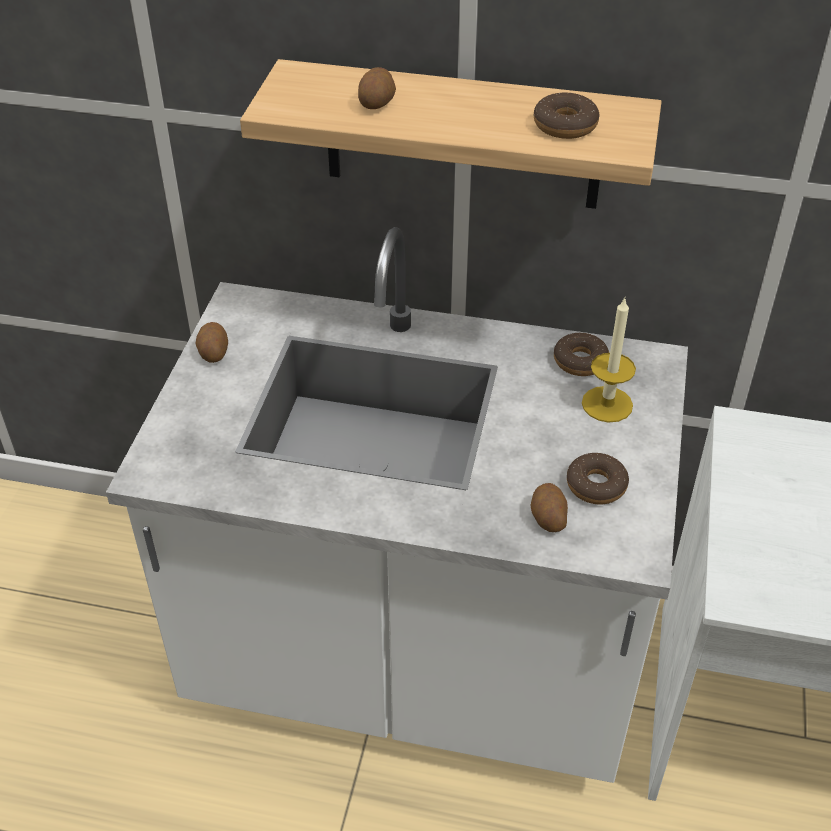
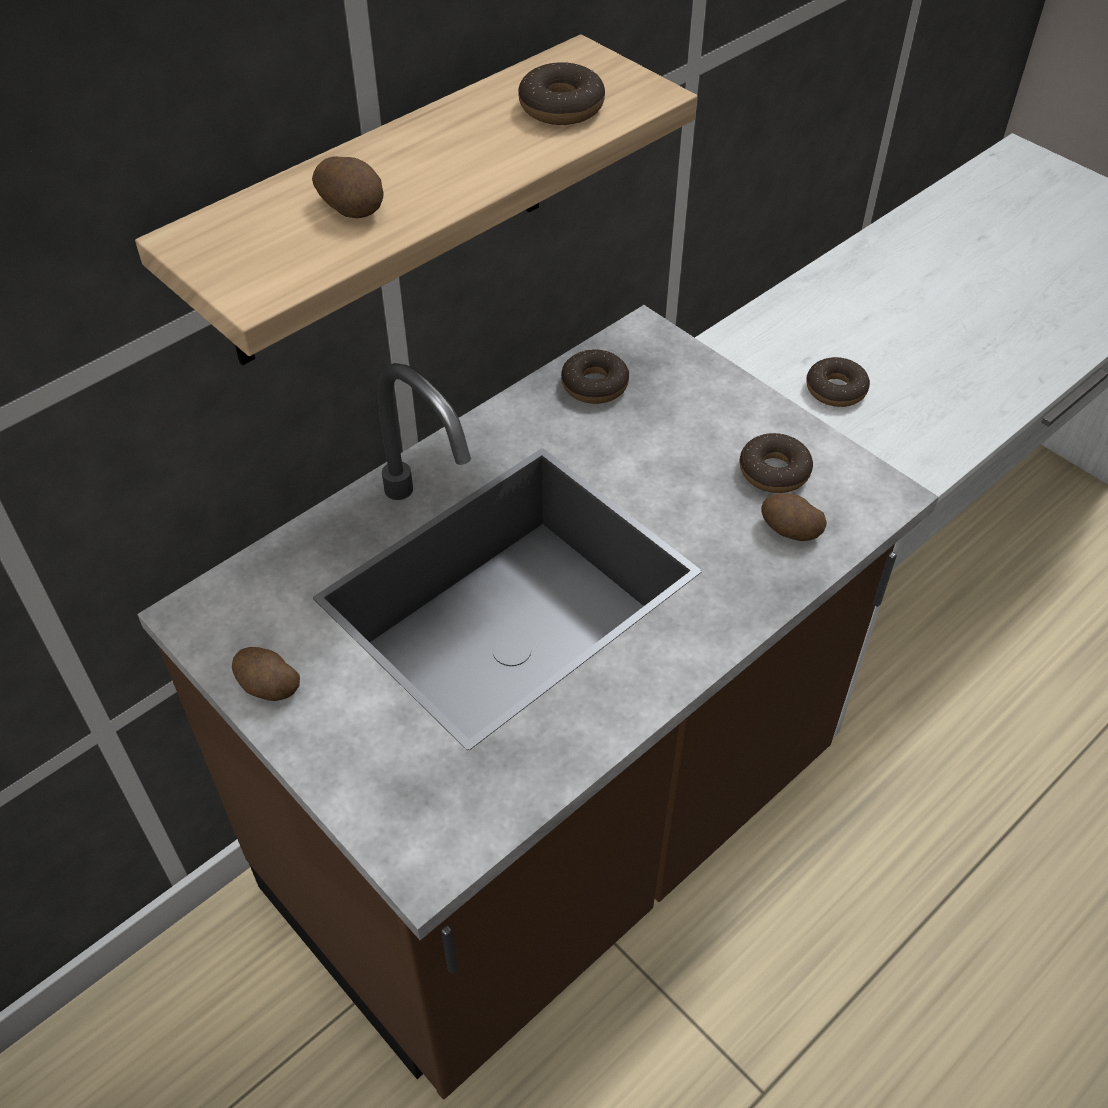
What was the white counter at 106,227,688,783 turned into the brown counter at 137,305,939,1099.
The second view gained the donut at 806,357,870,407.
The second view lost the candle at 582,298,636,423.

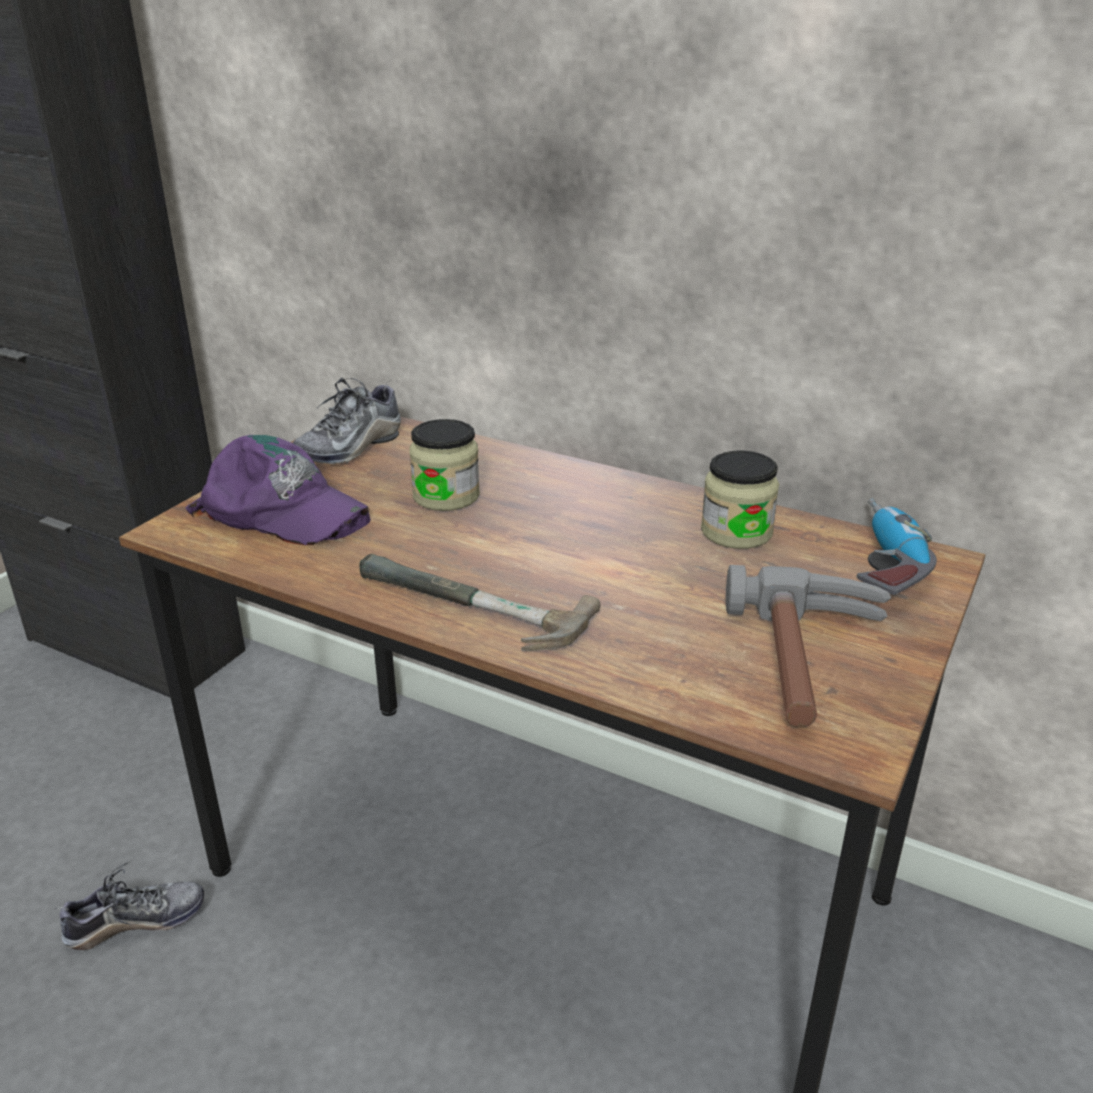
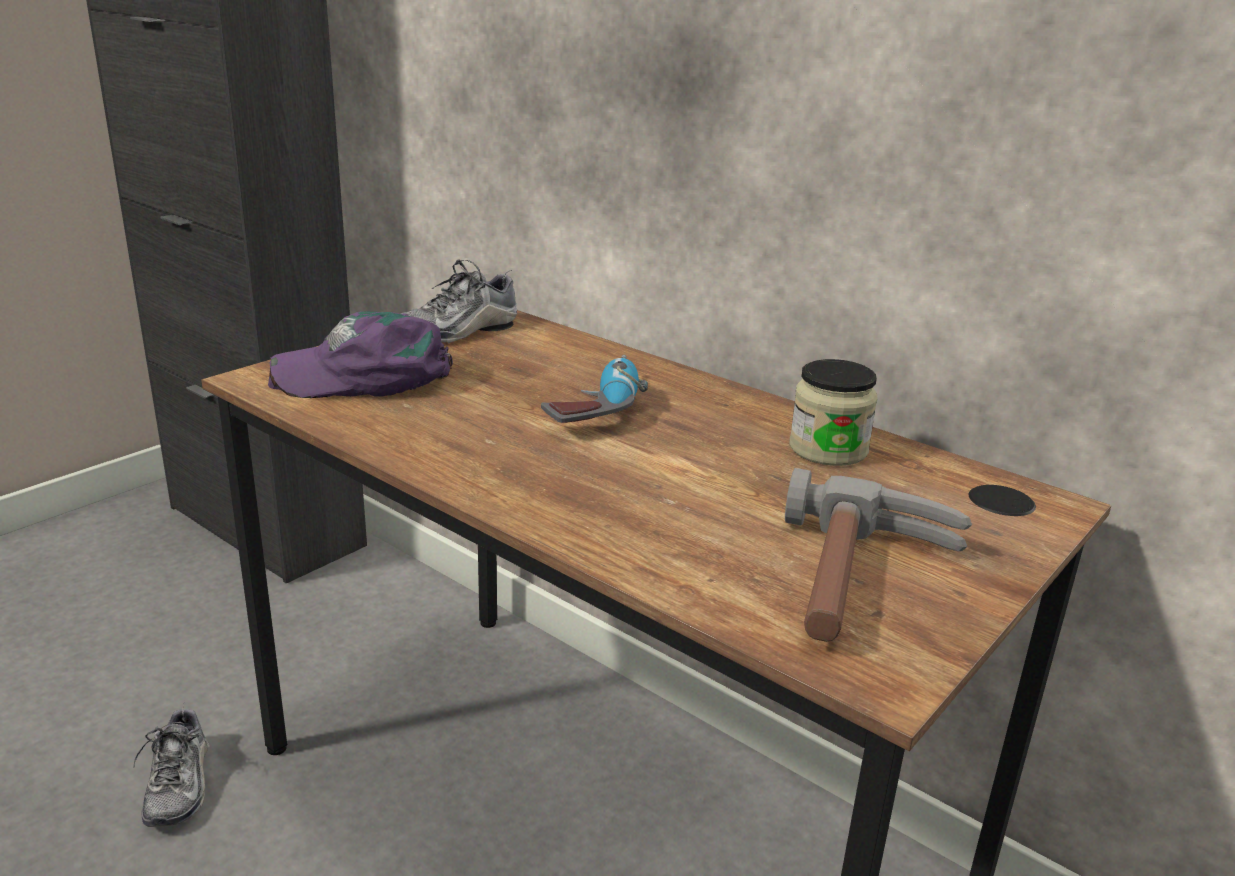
The shoe at 55,861,204,950 ended up facing another way, 90 degrees clockwise from before.
The purple cap at 186,435,371,545 ended up facing another way, 135 degrees clockwise from before.
The power drill ended up elsewhere, having gone from 857,498,937,595 to 541,355,648,423.
The second view lost the hammer at 359,554,600,651.
The second view lost the jar at 409,419,480,511.

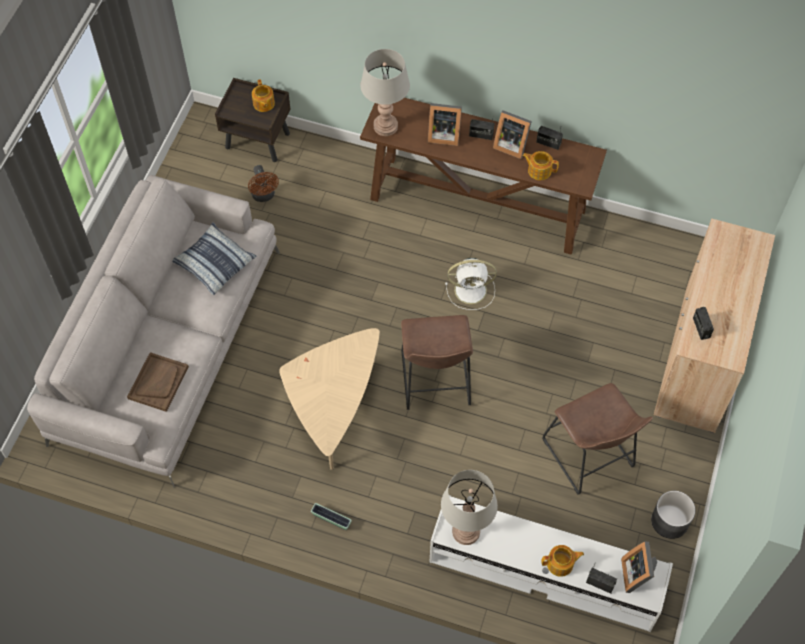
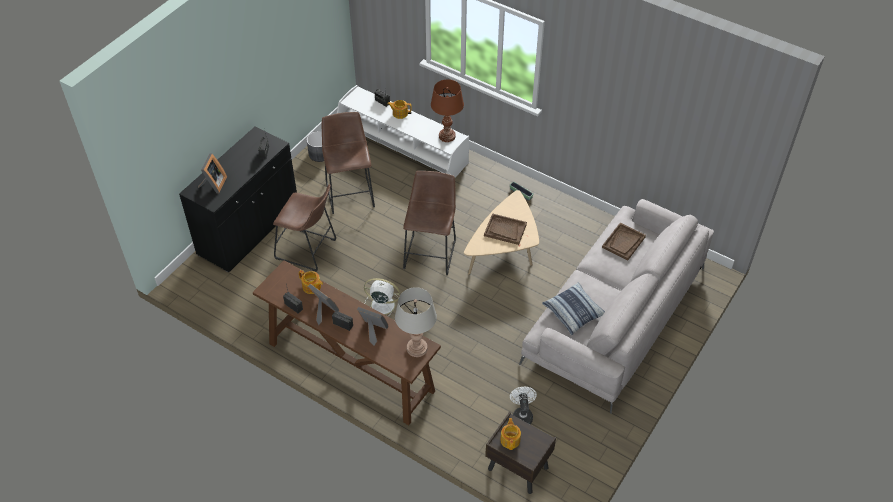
What was the beige cabinet at 654,218,775,433 turned into the black cabinet at 179,127,297,272.
The picture frame ended up elsewhere, having gone from 621,541,657,593 to 198,153,227,193.
The second view gained the brown stool at 273,184,336,272.
What was the grey table lamp at 441,470,498,545 turned into the brown table lamp at 431,79,464,142.
The second view gained the brown tray at 484,213,527,245.
What was the brown fan at 248,165,279,202 turned into the white fan at 510,387,537,424.

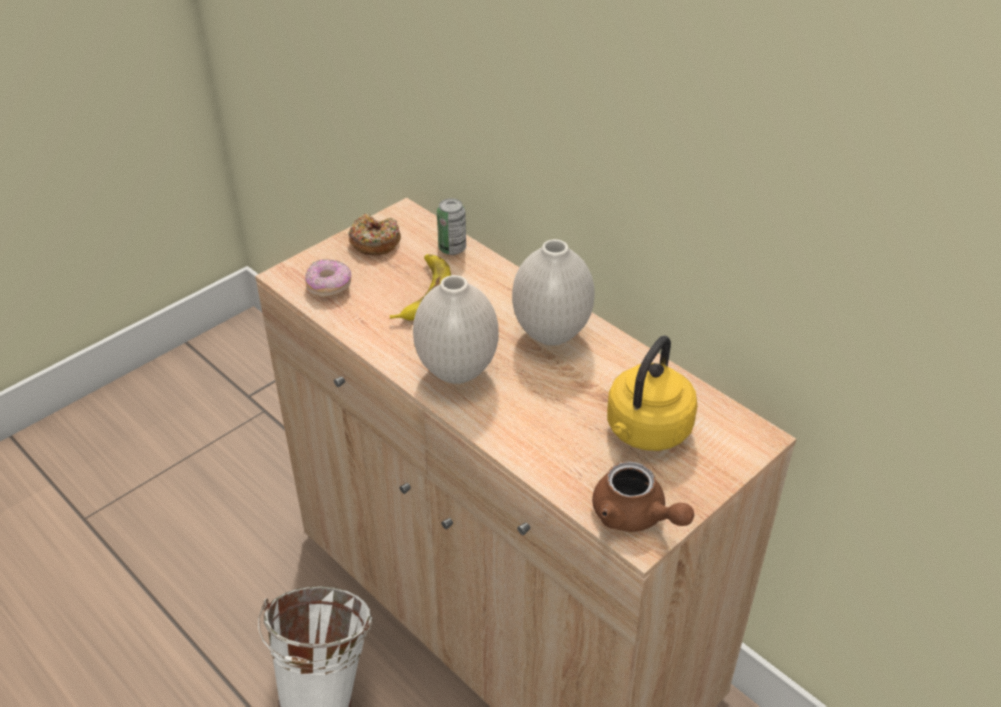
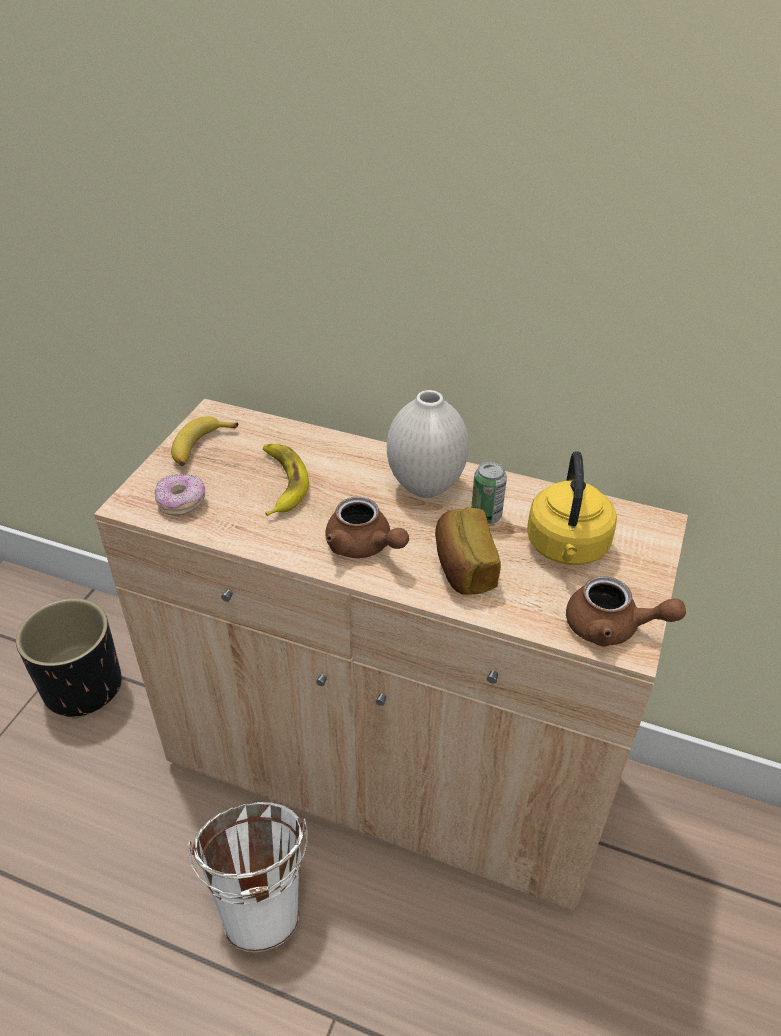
The second view gained the black planter at 16,598,122,719.
Where the donut stood at 348,214,401,255, the banana came to stand at 171,416,238,466.
Where the white vase stood at 413,275,499,384, the brown teapot came to stand at 325,497,409,558.
The second view gained the bread at 435,507,501,595.
The can ended up elsewhere, having gone from 437,198,466,255 to 471,461,507,524.

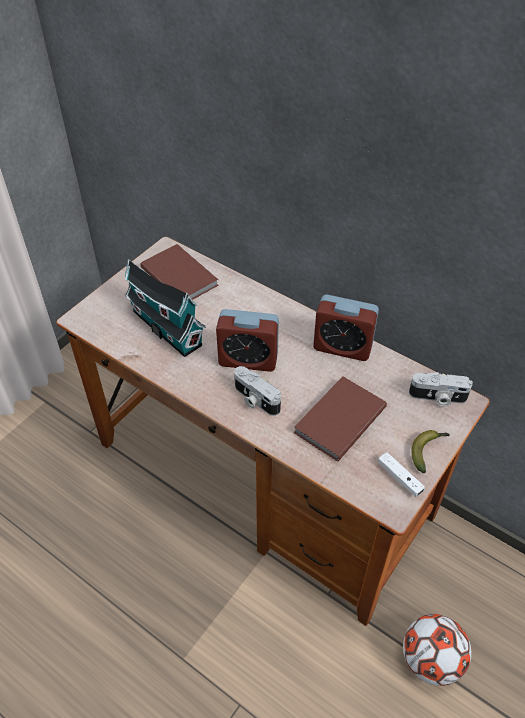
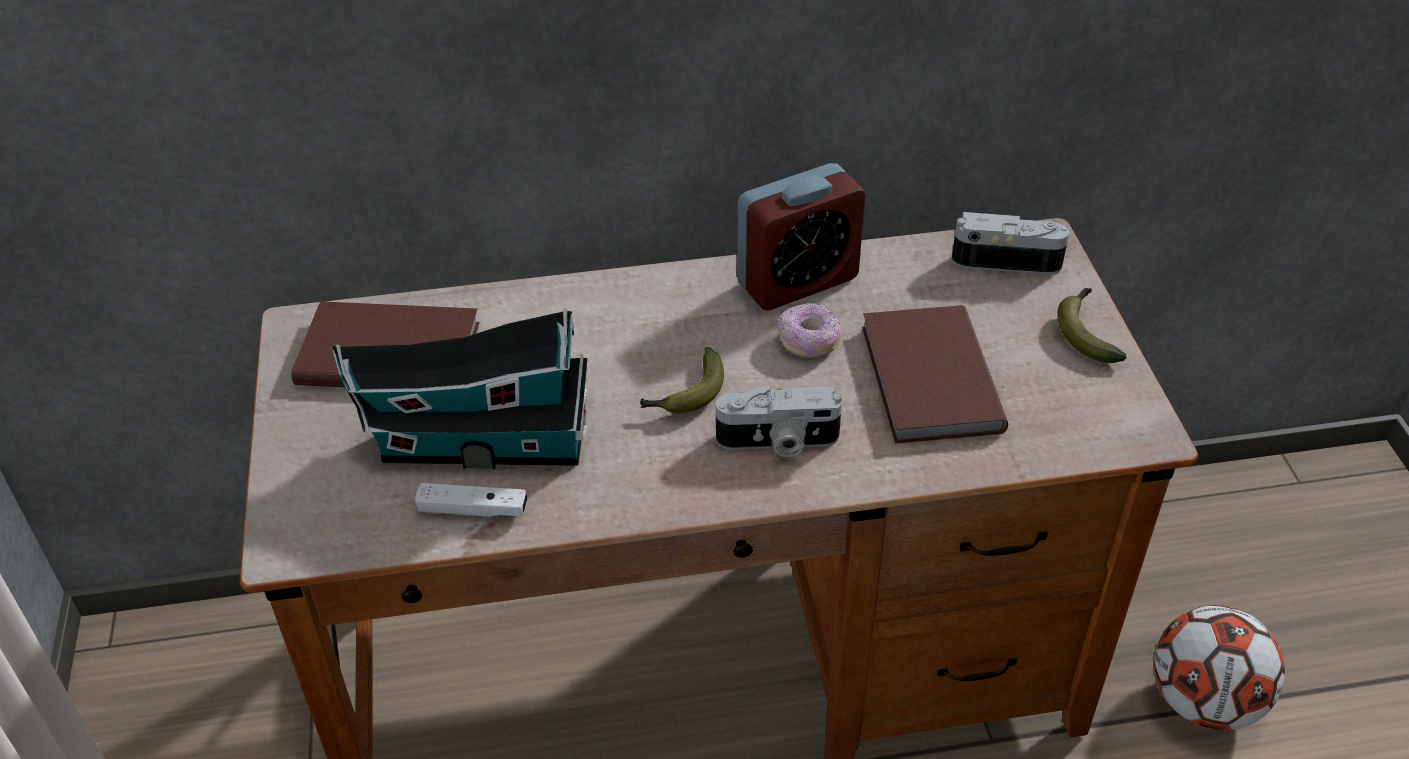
The white game controller ended up elsewhere, having gone from 378,452,425,497 to 415,483,527,517.
Where the alarm clock stood at 216,309,279,372, the banana came to stand at 640,347,724,413.
The second view gained the donut at 778,303,841,358.
The photo camera at 409,372,473,406 ended up facing another way, 135 degrees counterclockwise from before.

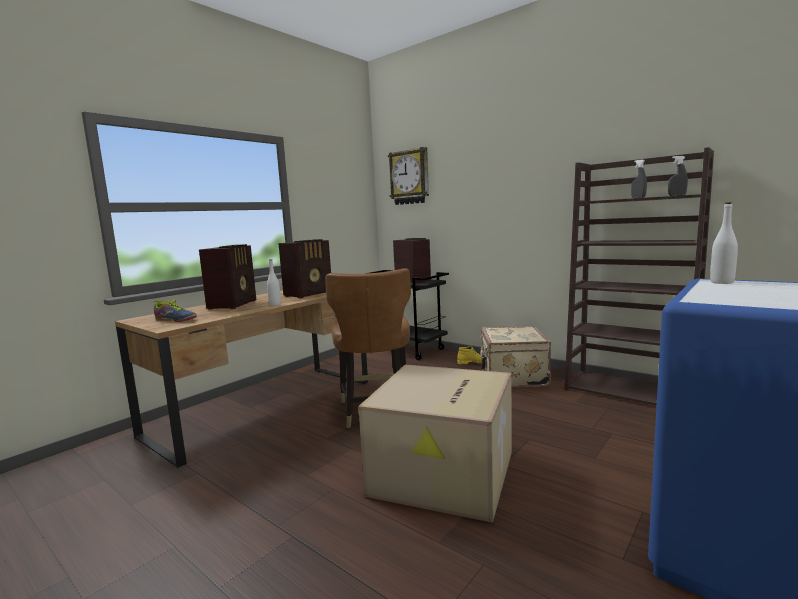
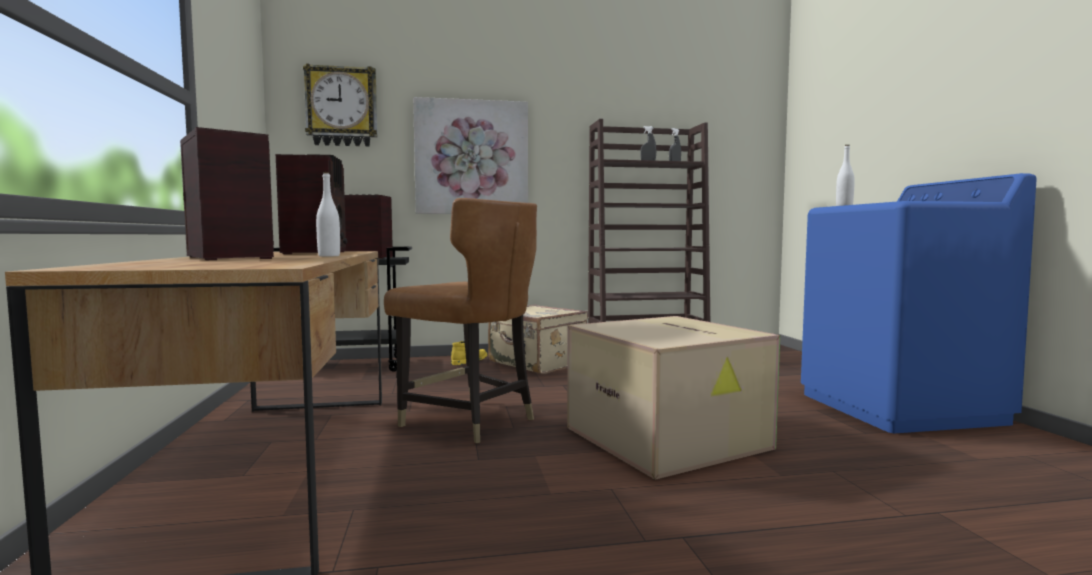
The second view gained the picture at 413,97,528,214.
The second view lost the shoe at 153,299,197,322.

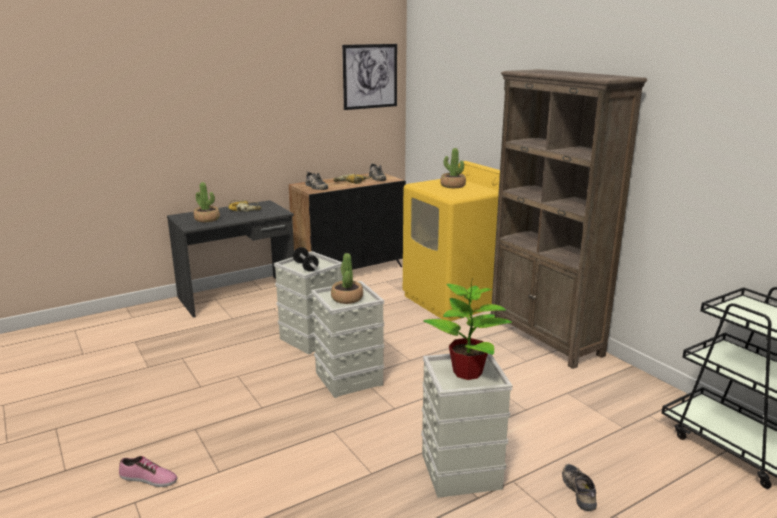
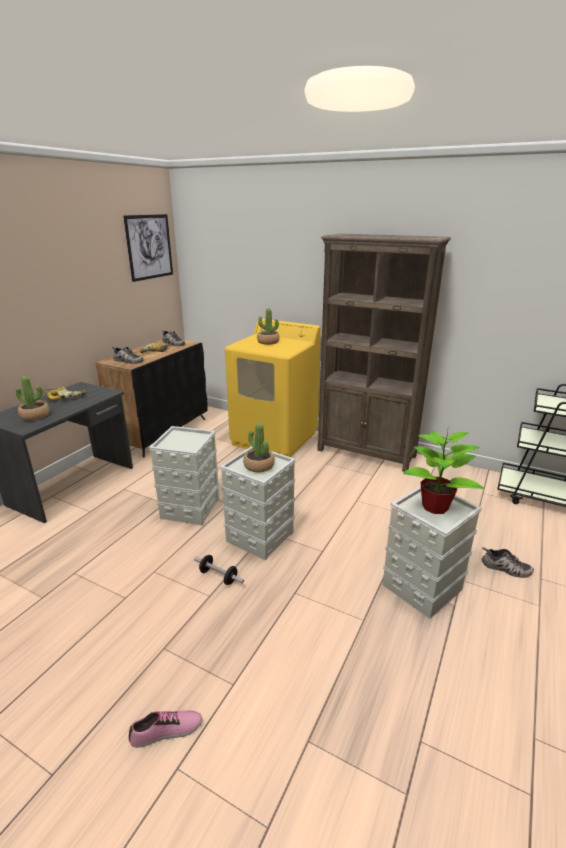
The dumbbell ended up elsewhere, having gone from 293,247,319,272 to 194,555,244,585.
The shoe at 562,464,597,511 ended up facing another way, 150 degrees clockwise from before.

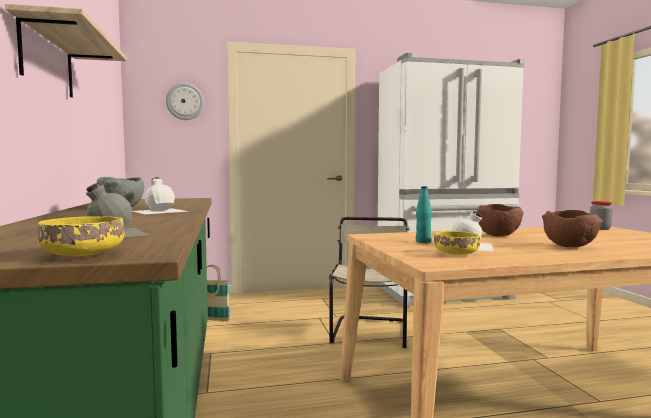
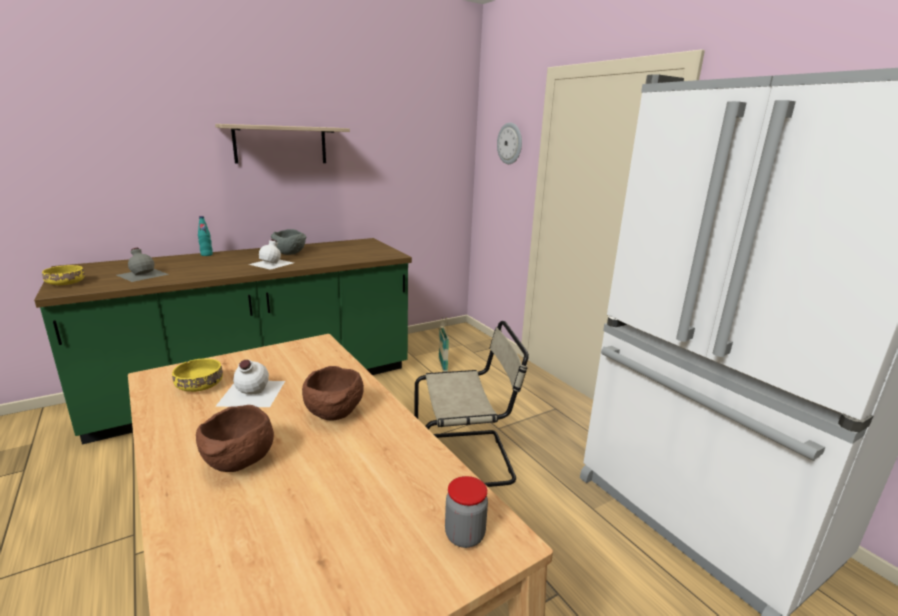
The turquoise bottle ended up elsewhere, having gone from 416,186,432,243 to 198,216,213,256.

